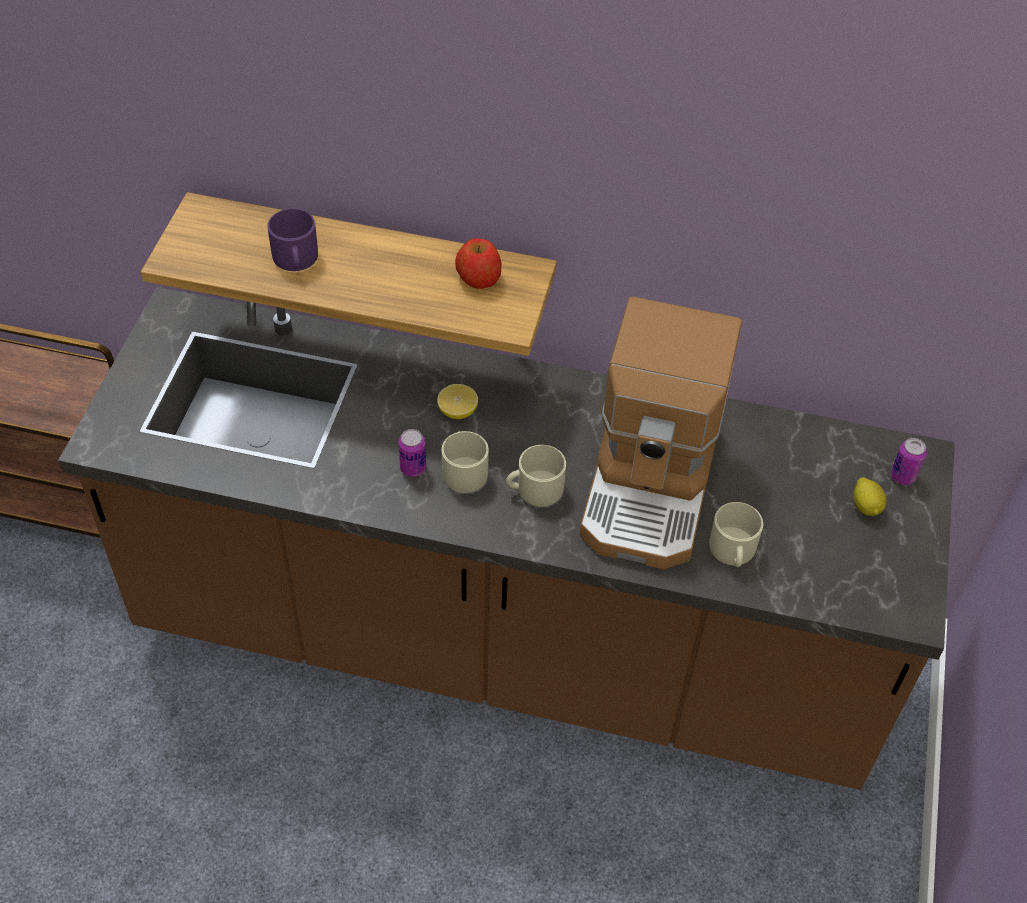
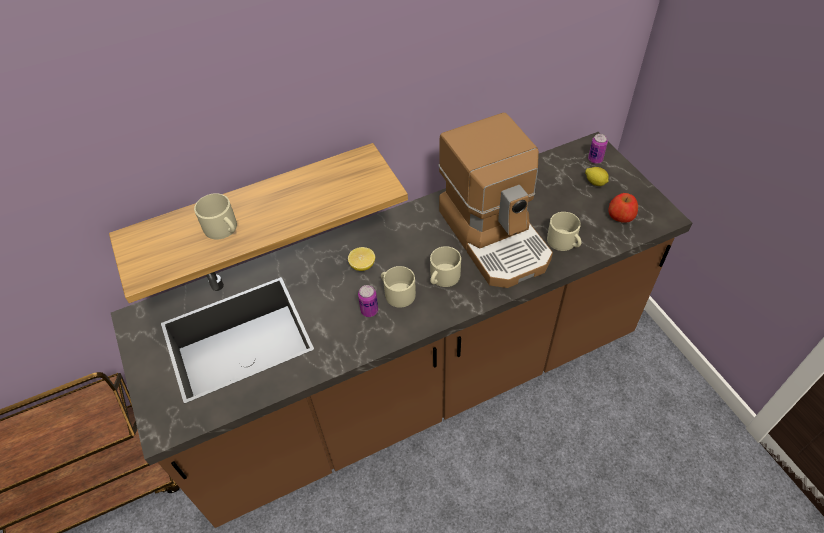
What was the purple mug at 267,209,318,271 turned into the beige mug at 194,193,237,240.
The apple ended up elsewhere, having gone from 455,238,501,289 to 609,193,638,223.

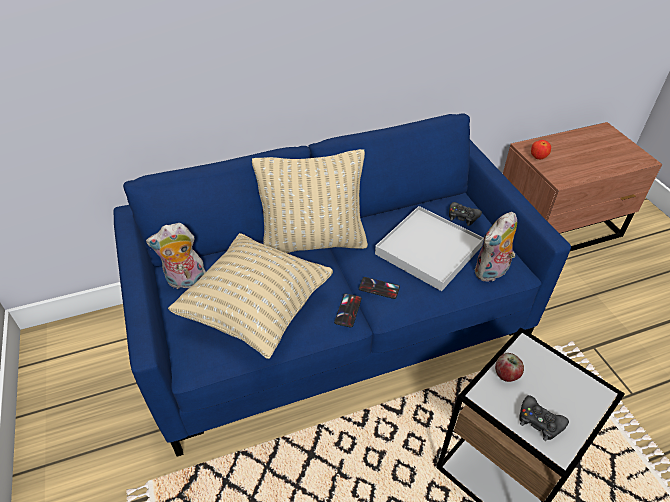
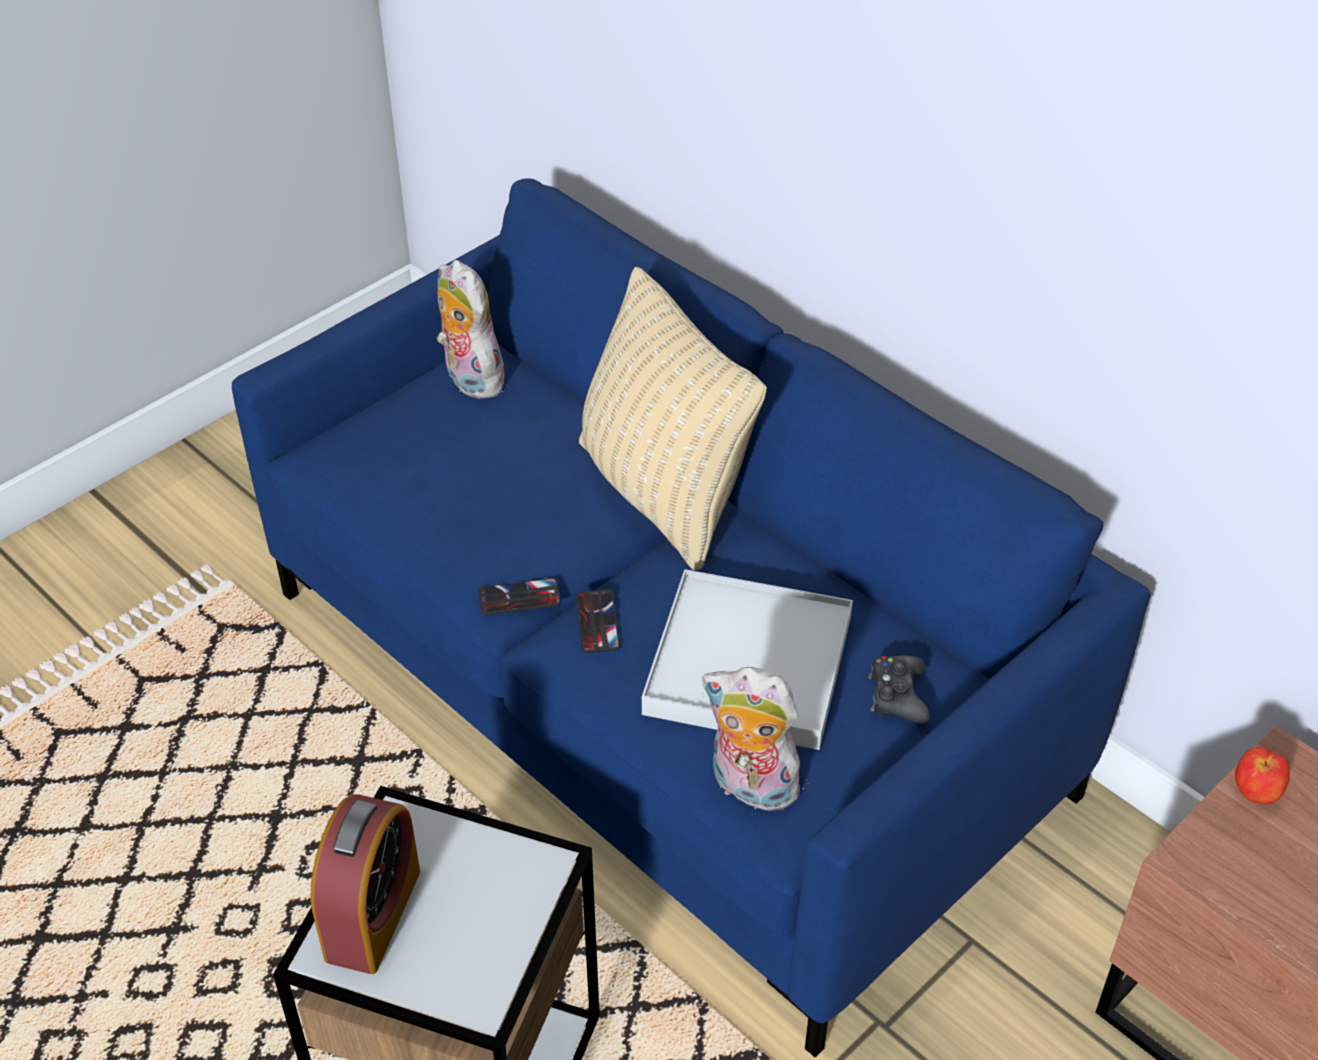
Where the black game controller stood at 519,395,569,441, the alarm clock came to stand at 310,795,420,974.
The second view lost the beige pillow at 168,233,333,359.
The second view lost the apple at 495,353,524,382.

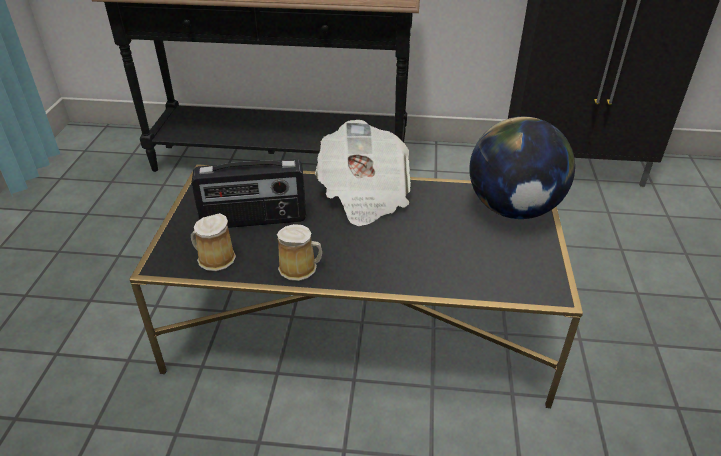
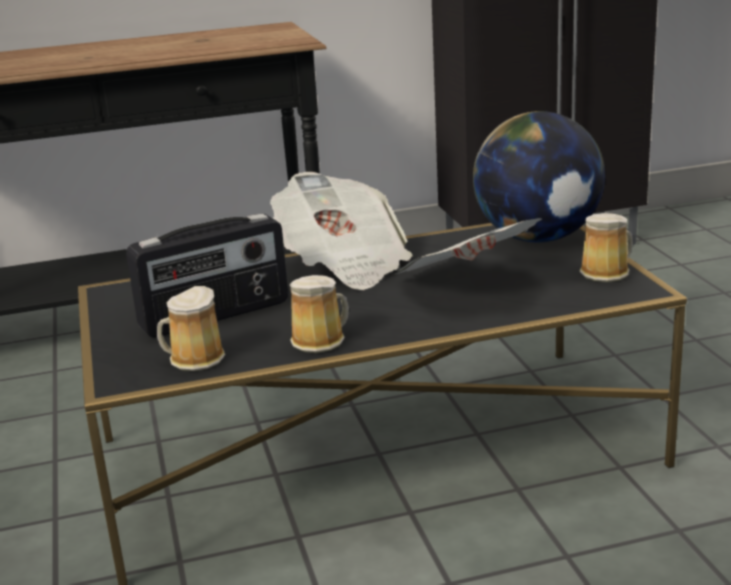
The second view gained the newspaper at 395,218,542,274.
The second view gained the mug at 580,213,633,282.

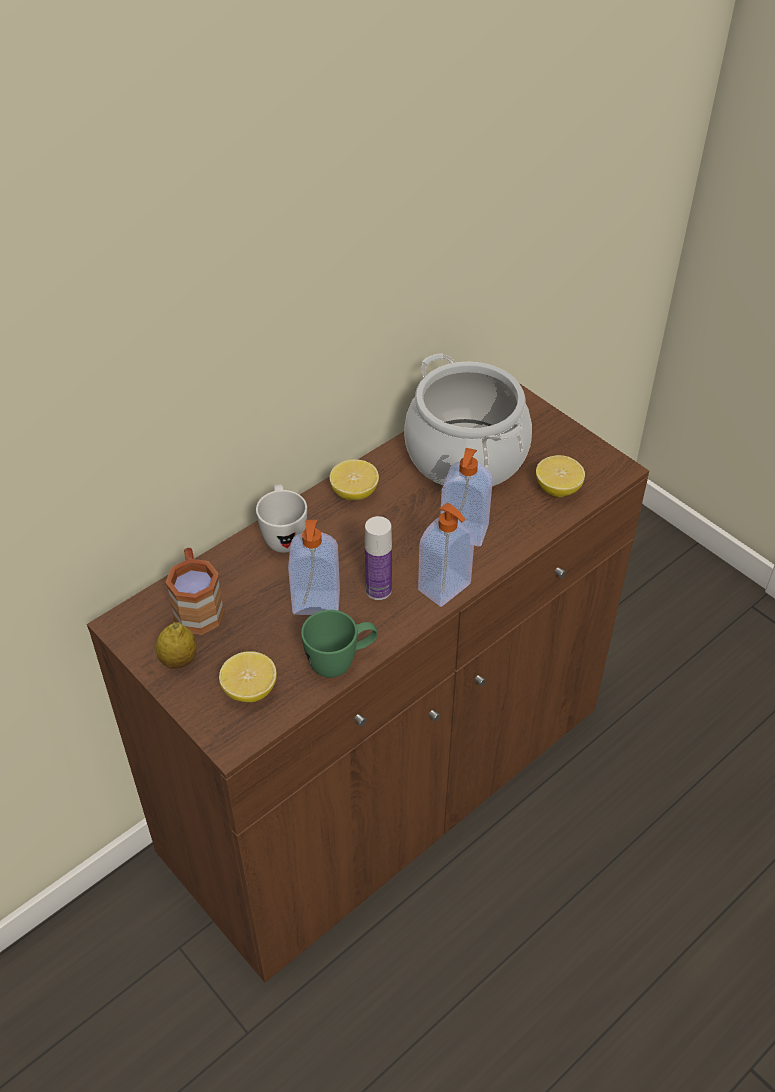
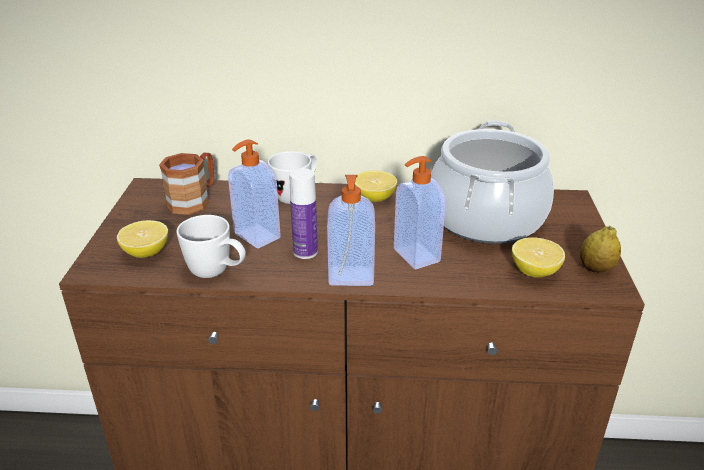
What was the green mug at 301,610,378,678 turned into the white mug at 176,215,246,278.
The lemon ended up elsewhere, having gone from 156,622,197,669 to 580,226,621,273.

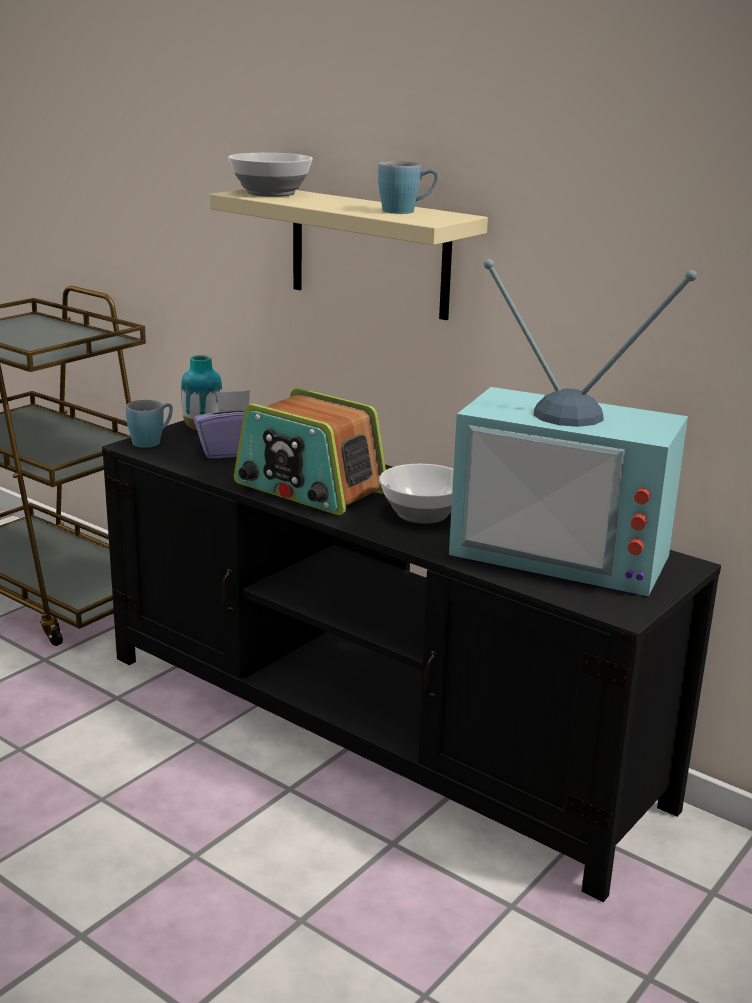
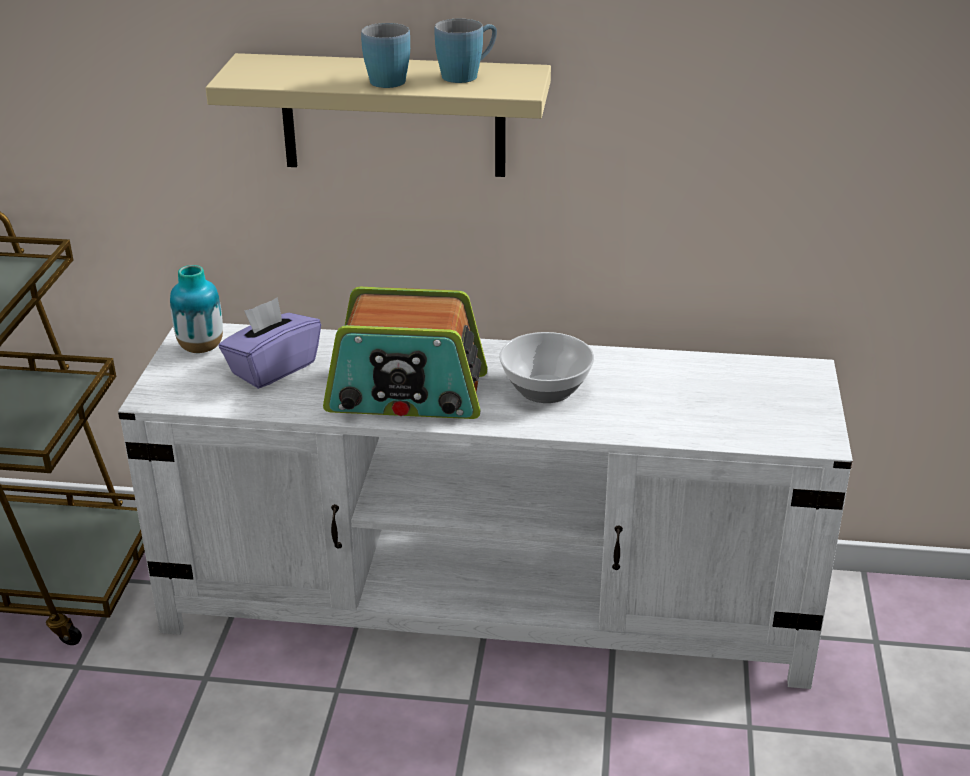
What was the black tv stand at 102,420,721,902 turned into the white tv stand at 118,323,853,689.
The blue mug ended up elsewhere, having gone from 126,400,173,448 to 361,23,410,88.
The second view lost the bowl at 228,153,313,197.
The second view lost the television at 449,259,697,597.

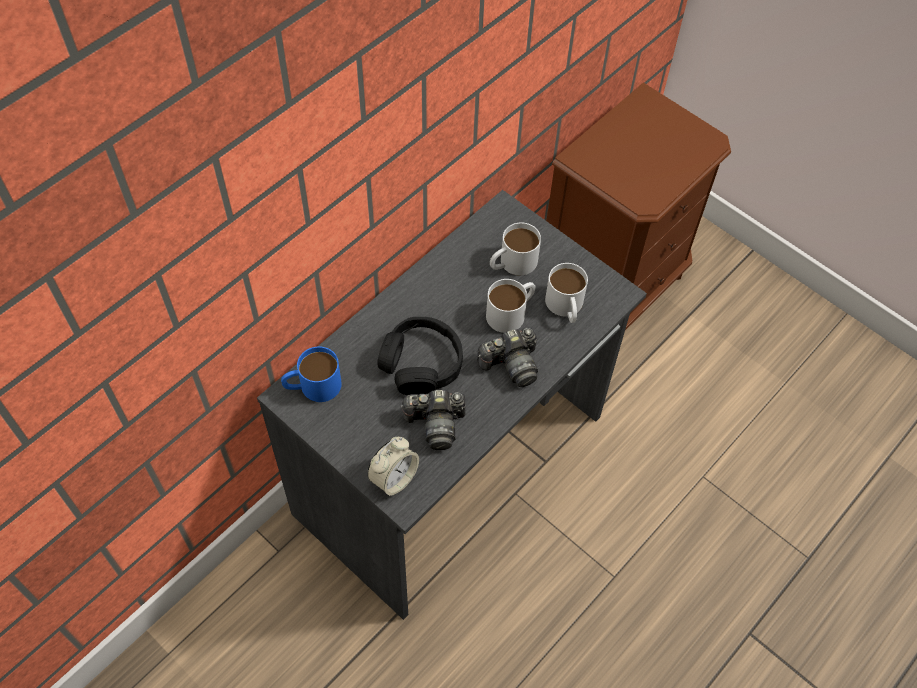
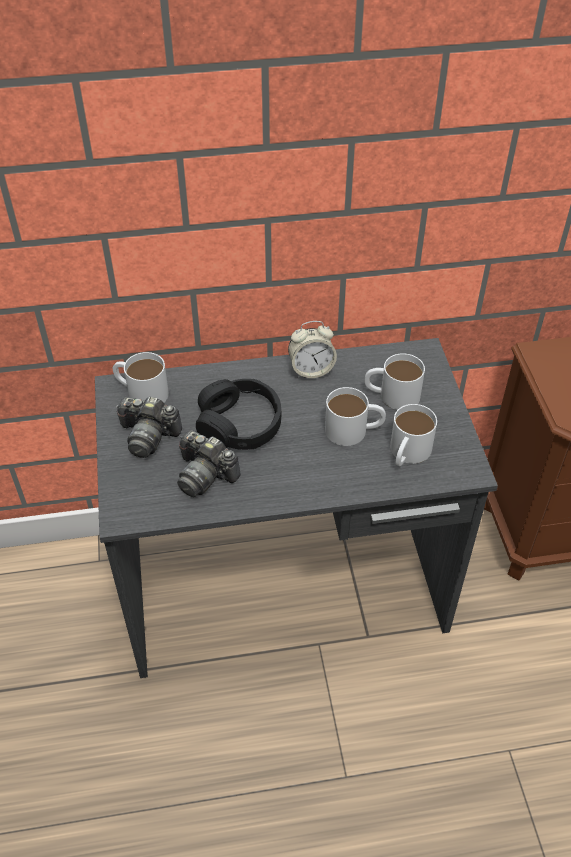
What was the blue mug at 281,347,342,402 turned into the white mug at 113,352,169,403.
The photo camera ended up elsewhere, having gone from 477,328,538,387 to 116,397,182,458.
The alarm clock ended up elsewhere, having gone from 367,437,419,496 to 288,321,337,378.

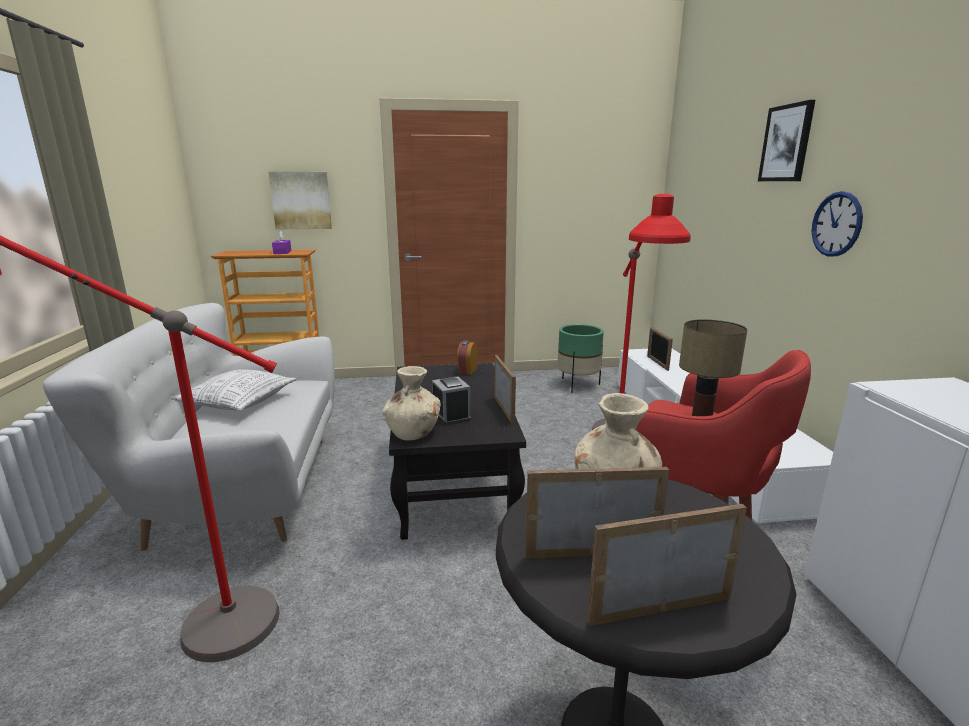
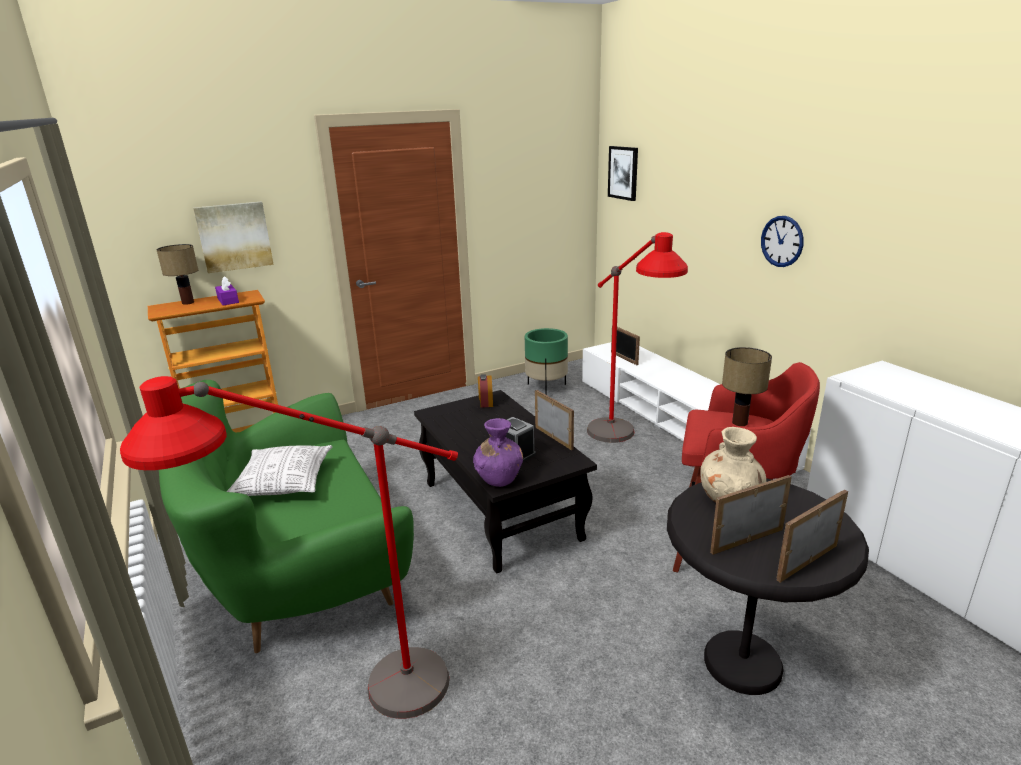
The second view gained the table lamp at 156,244,198,305.
What was the white sofa at 43,303,335,551 turned into the green sofa at 159,380,414,653.
What was the beige vase at 382,366,441,441 turned into the purple vase at 473,418,523,487.
The picture ended up elsewhere, having gone from 758,100,815,181 to 608,146,638,201.

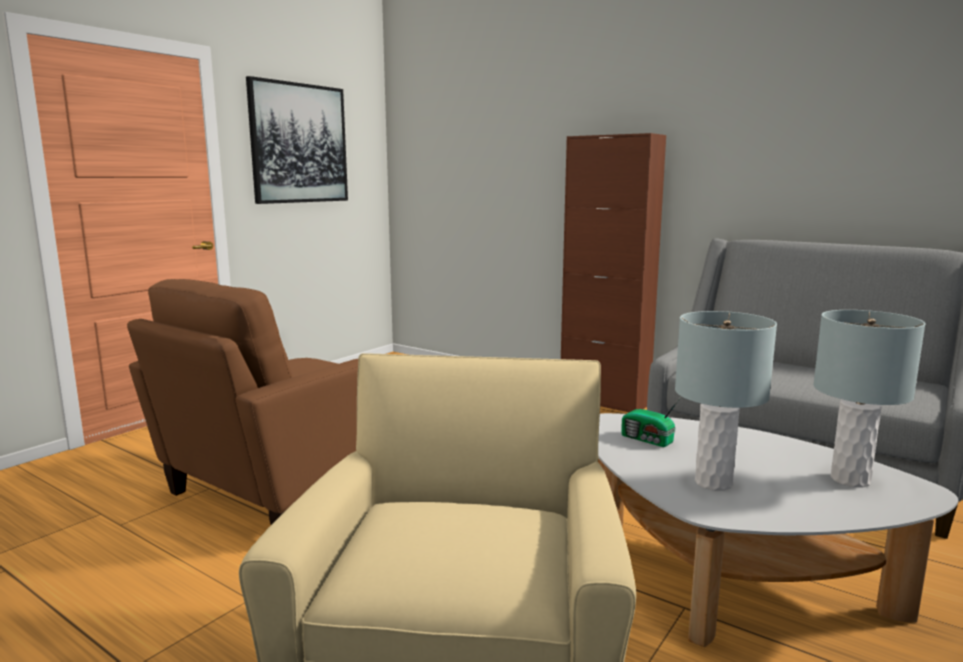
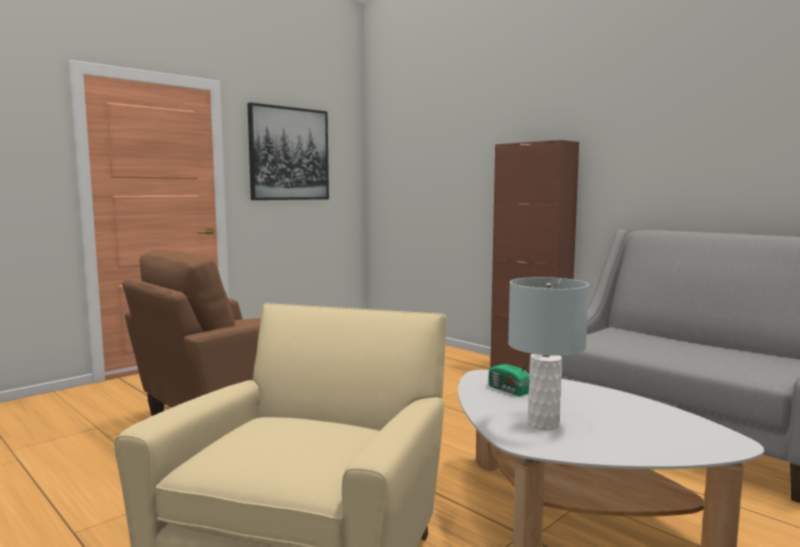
The second view lost the grey table lamp at 813,310,926,488.

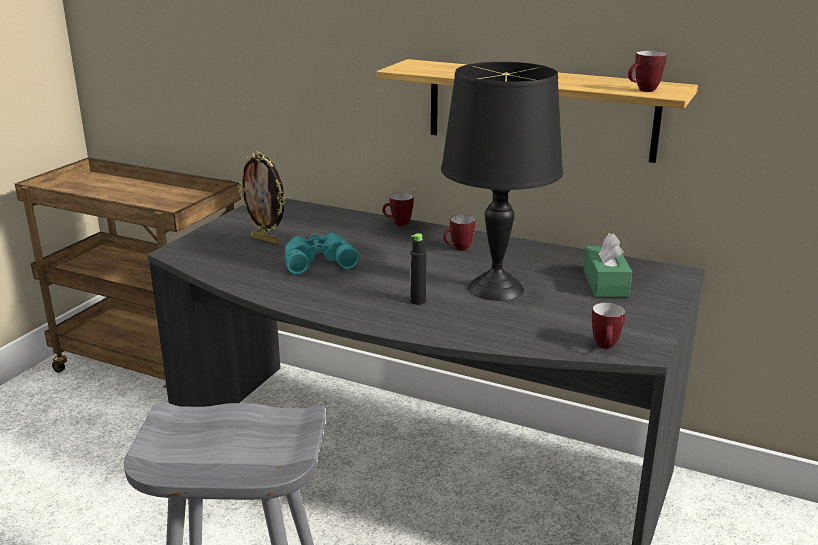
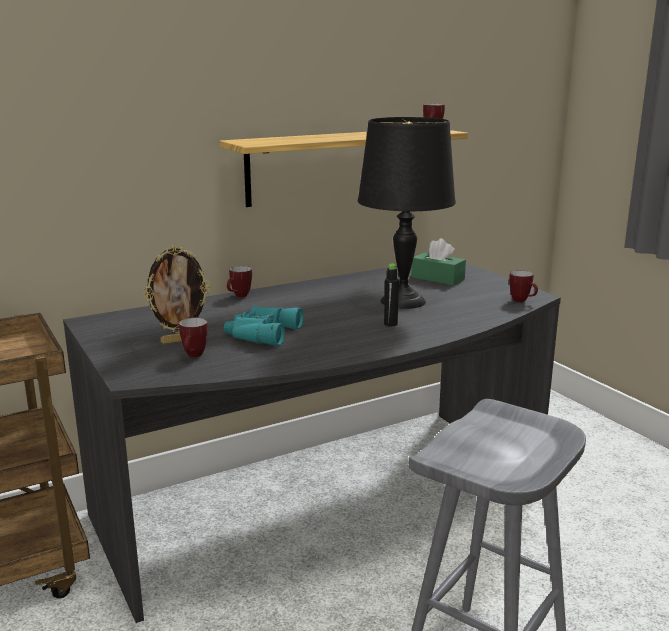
The mug ended up elsewhere, having gone from 443,215,475,251 to 179,318,208,357.

